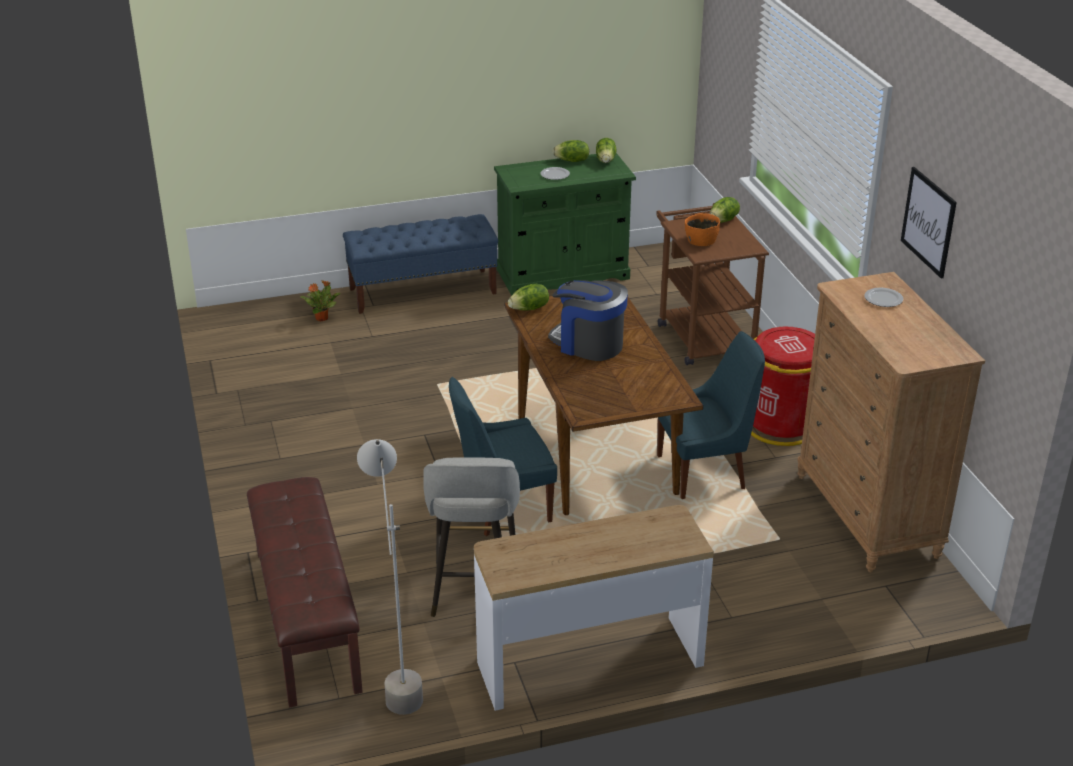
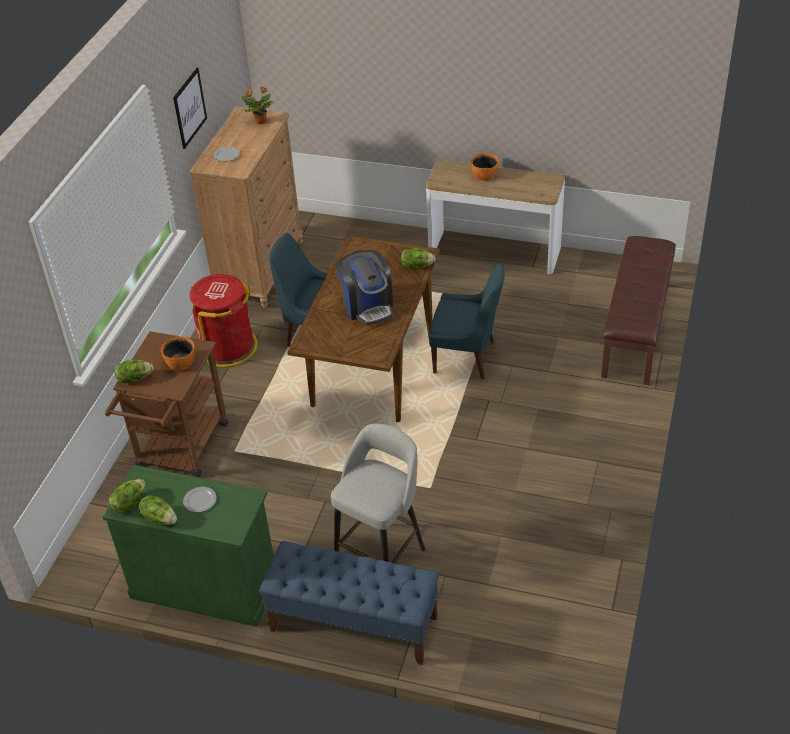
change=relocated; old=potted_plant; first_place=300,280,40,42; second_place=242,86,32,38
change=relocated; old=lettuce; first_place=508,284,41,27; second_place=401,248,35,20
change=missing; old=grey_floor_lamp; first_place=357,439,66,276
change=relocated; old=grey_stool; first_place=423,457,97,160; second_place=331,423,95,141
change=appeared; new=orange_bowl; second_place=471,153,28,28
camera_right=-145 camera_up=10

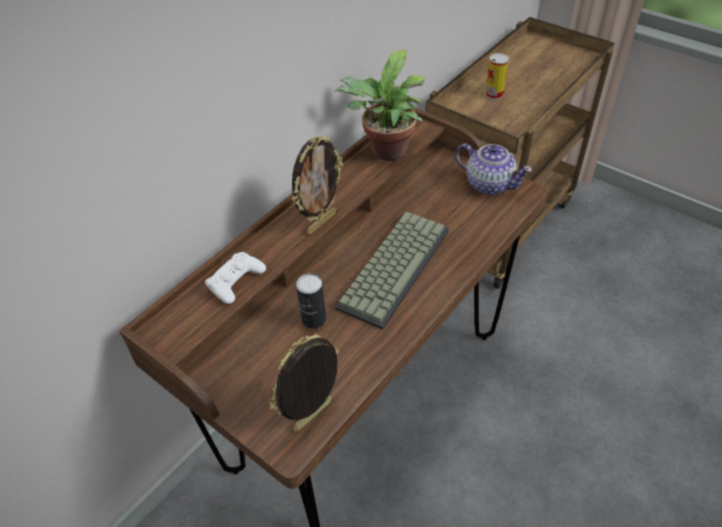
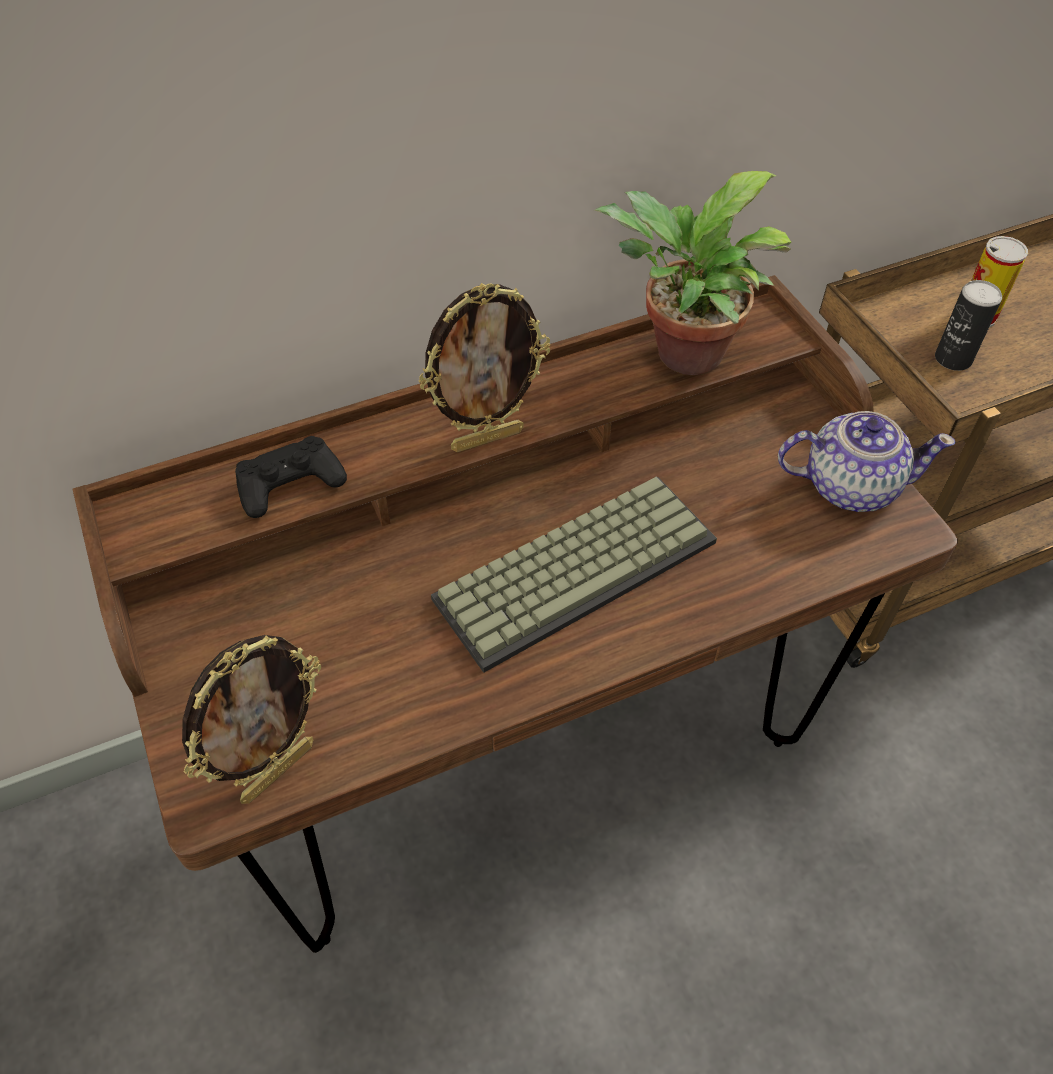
change=spun; old=teapot; first_place=455,143,78,52; second_place=778,411,178,101; degrees=-60
change=colour; old=white_game_controller; new=black_game_controller; first_place=205,252,61,52; second_place=235,436,112,82
change=relocated; old=can; first_place=296,274,30,55; second_place=935,280,67,91
change=spun; old=picture_frame; first_place=270,334,69,97; second_place=182,635,139,169; degrees=150
camera_right=25 camera_up=5

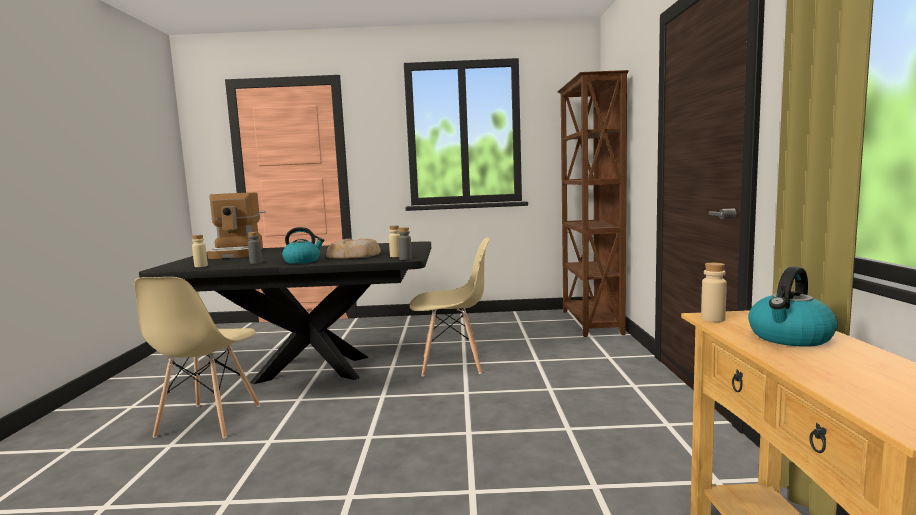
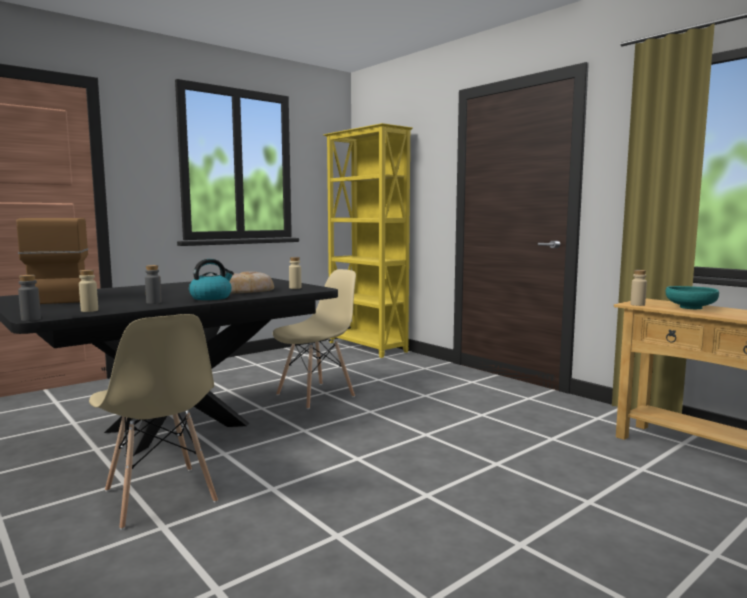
change=colour; old=brown_bookcase; new=yellow_bookcase; first_place=557,70,71,267; second_place=323,123,90,235
change=spun; old=coffee_machine; first_place=207,192,56,67; second_place=16,218,72,86; degrees=-150
change=relocated; old=grey_bottle; first_place=398,227,14,33; second_place=18,275,23,46
change=exchanged; old=kettle; new=turquoise_bowl; first_place=748,267,90,80; second_place=666,286,53,23
camera_right=-40 camera_up=0

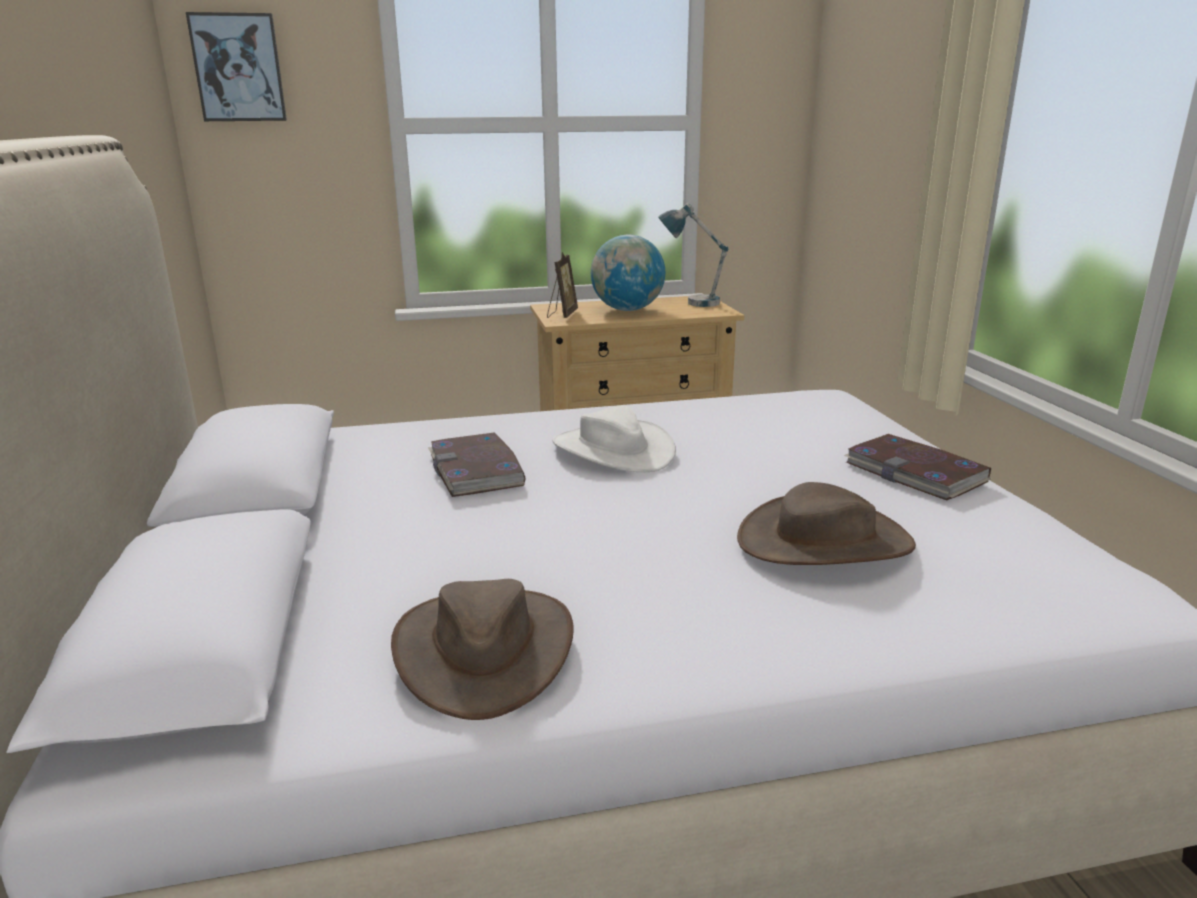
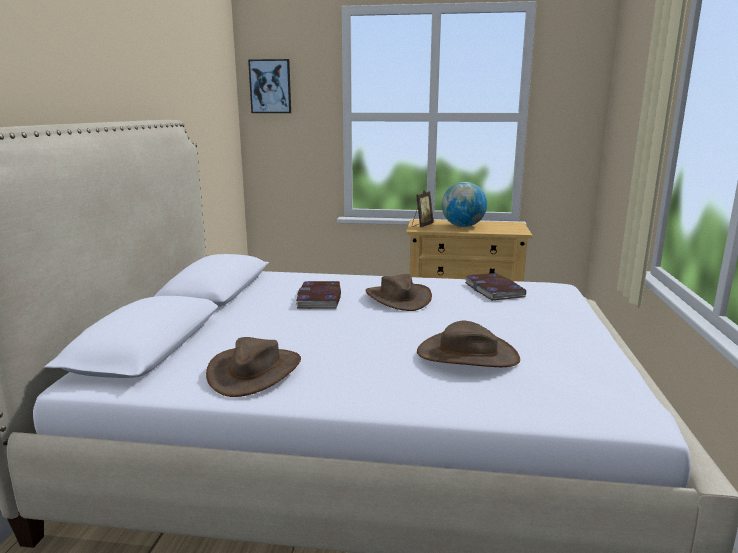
change=missing; old=table_lamp; first_place=658,203,70,104
change=colour; old=white_hat; new=brown_hat; first_place=552,405,124,67; second_place=365,274,67,37
change=relocated; old=book; first_place=844,434,147,67; second_place=464,273,62,27
camera_right=20 camera_up=-5

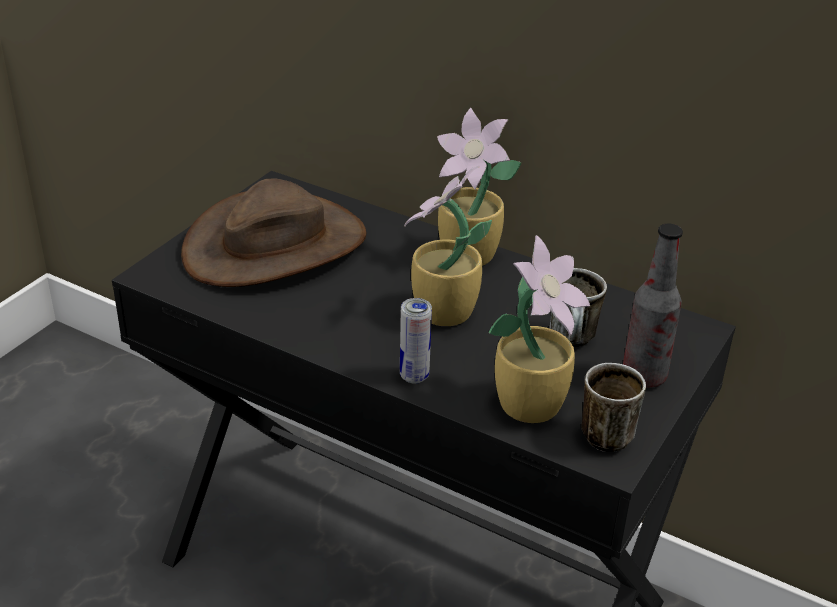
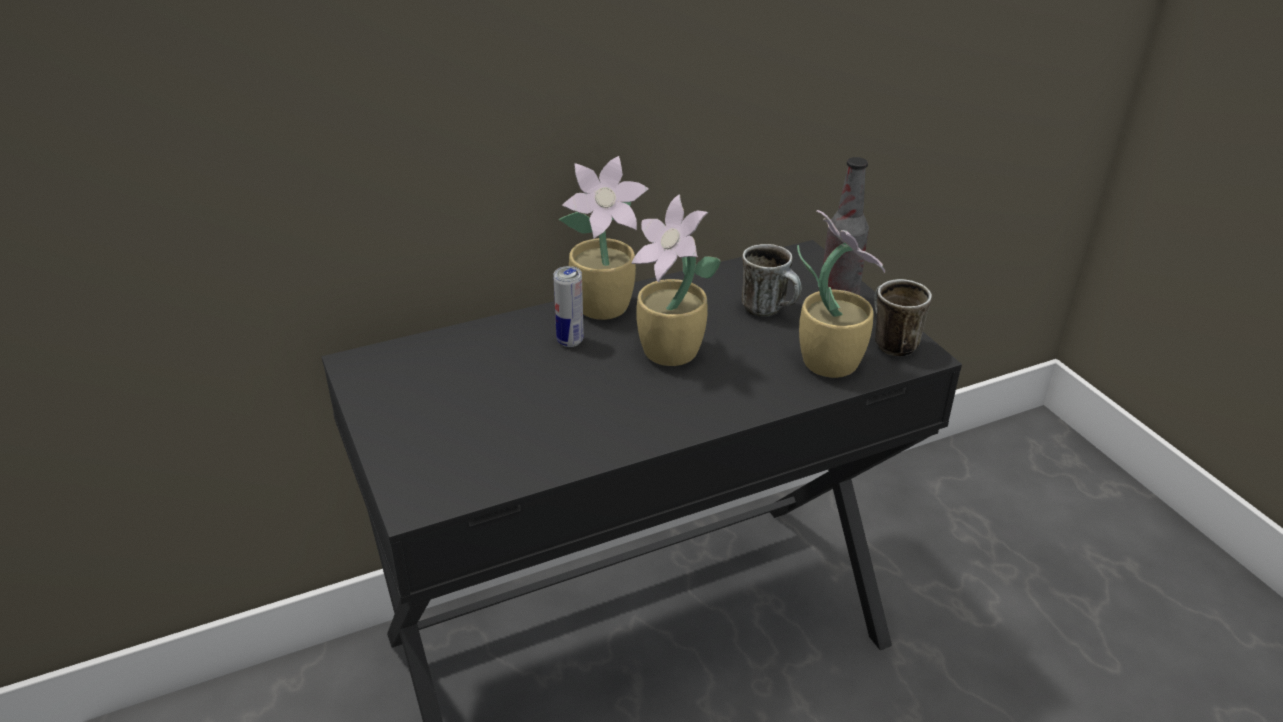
change=missing; old=brown_hat; first_place=181,179,185,108
change=relocated; old=can; first_place=400,298,32,86; second_place=554,266,30,81
camera_right=-55 camera_up=0

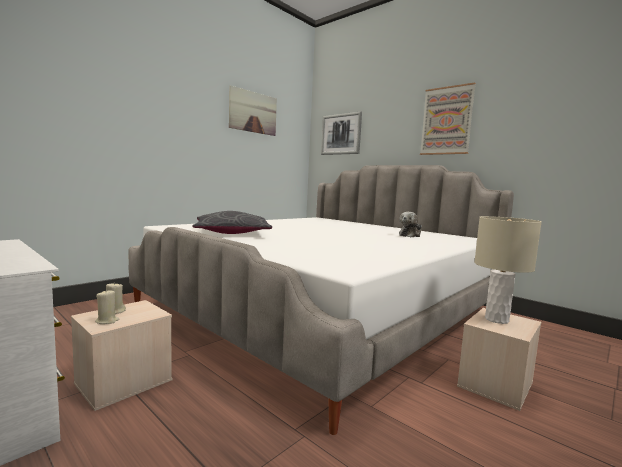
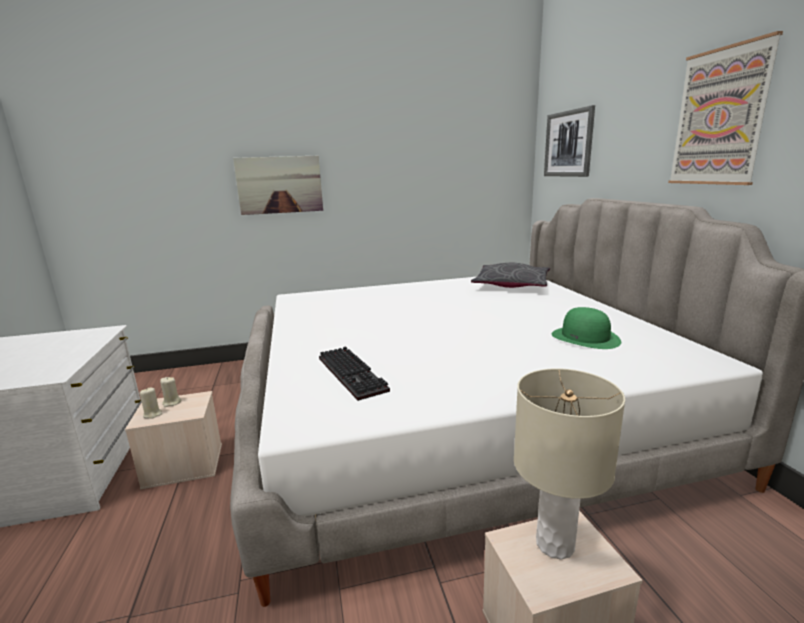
change=relocated; old=picture; first_place=229,85,48,51; second_place=233,156,90,59
change=relocated; old=grey_pillow; first_place=192,211,80,23; second_place=471,263,79,25
change=exchanged; old=plush_toy; new=green_hat; first_place=399,212,23,25; second_place=552,307,69,42
change=appeared; new=keyboard; second_place=319,346,71,55
camera_right=35 camera_up=10

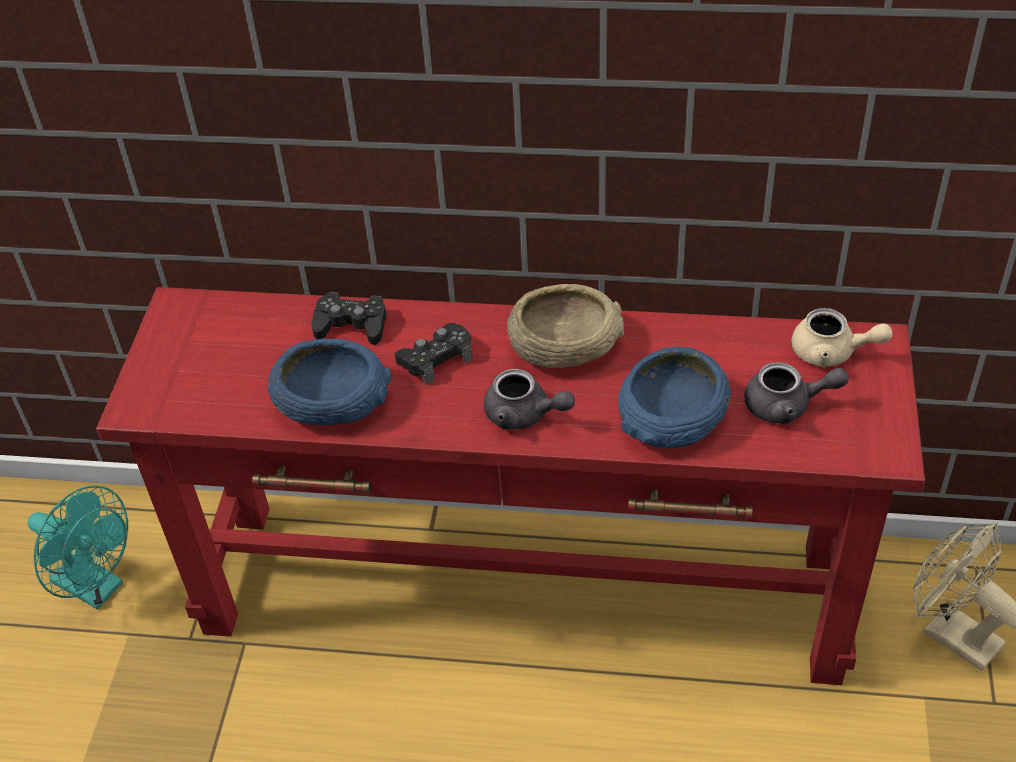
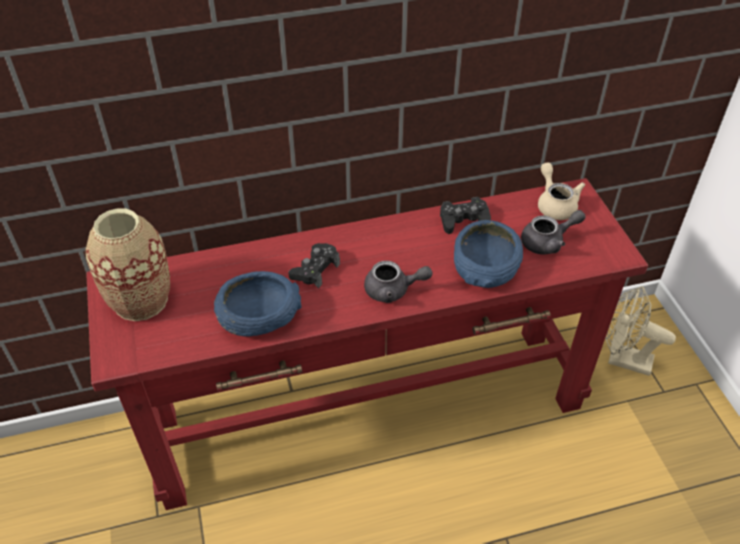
change=missing; old=beige_bowl; first_place=507,284,117,84
change=relocated; old=black_game_controller; first_place=311,292,76,53; second_place=440,197,51,37
change=spun; old=beige_teapot; first_place=792,308,101,59; second_place=538,162,47,58; degrees=-105
change=missing; old=turquoise_fan; first_place=27,485,101,125
change=appeared; new=vase; second_place=85,208,85,113
camera_right=-25 camera_up=0

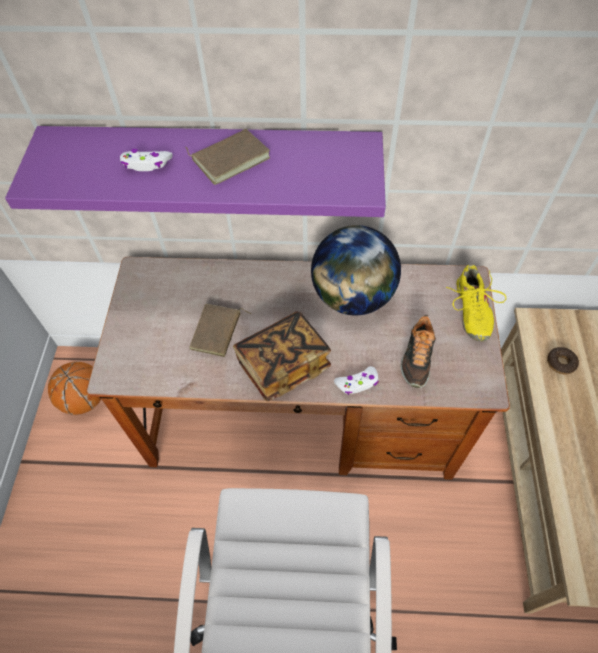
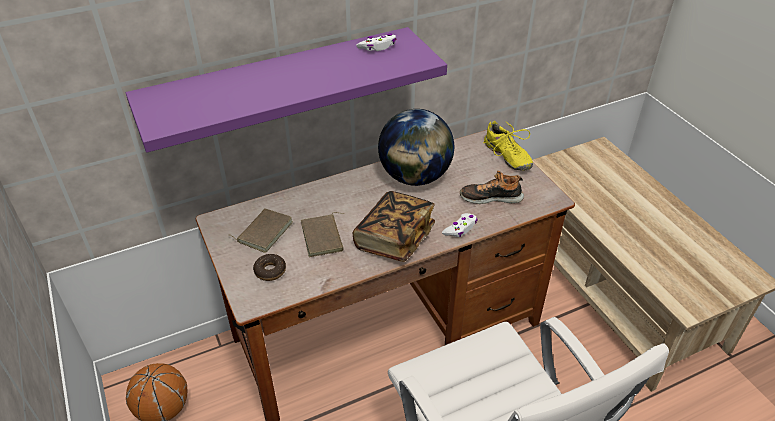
change=relocated; old=brown_book; first_place=185,129,85,56; second_place=230,208,63,45
change=relocated; old=white_game_controller; first_place=120,149,53,22; second_place=356,34,40,17
change=spun; old=shoe; first_place=400,315,36,73; second_place=460,171,64,33; degrees=105
change=relocated; old=donut; first_place=547,347,32,28; second_place=253,254,33,27
camera_right=-30 camera_up=-15

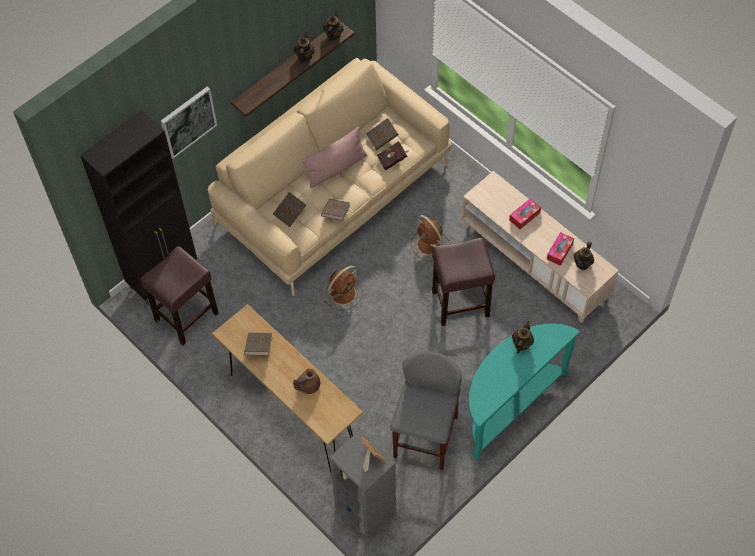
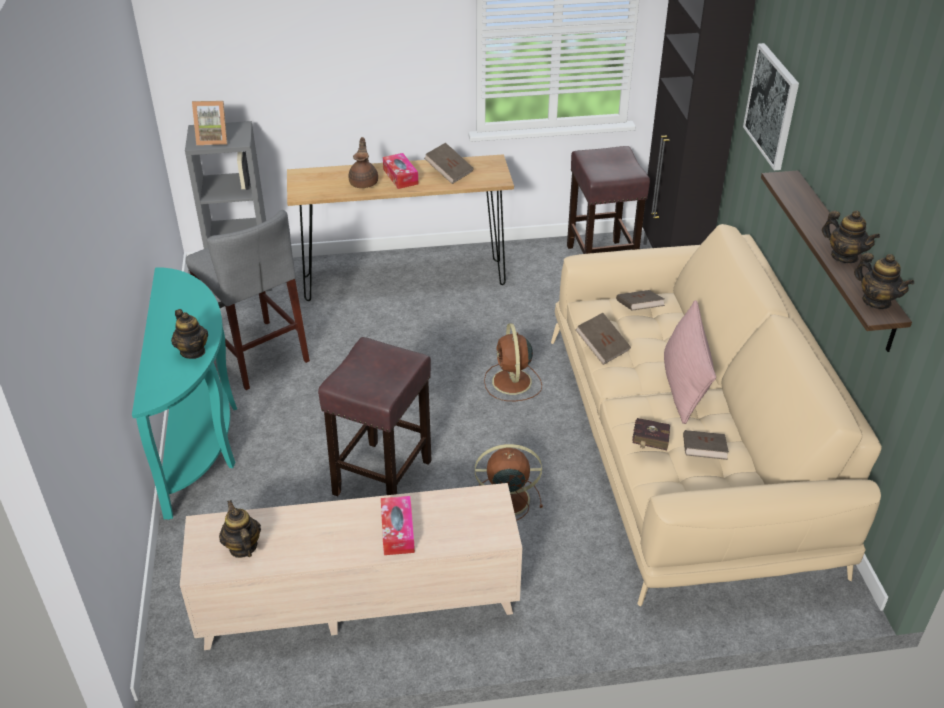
change=relocated; old=tissue_box; first_place=547,232,27,34; second_place=383,153,35,36
camera_right=125 camera_up=-20

